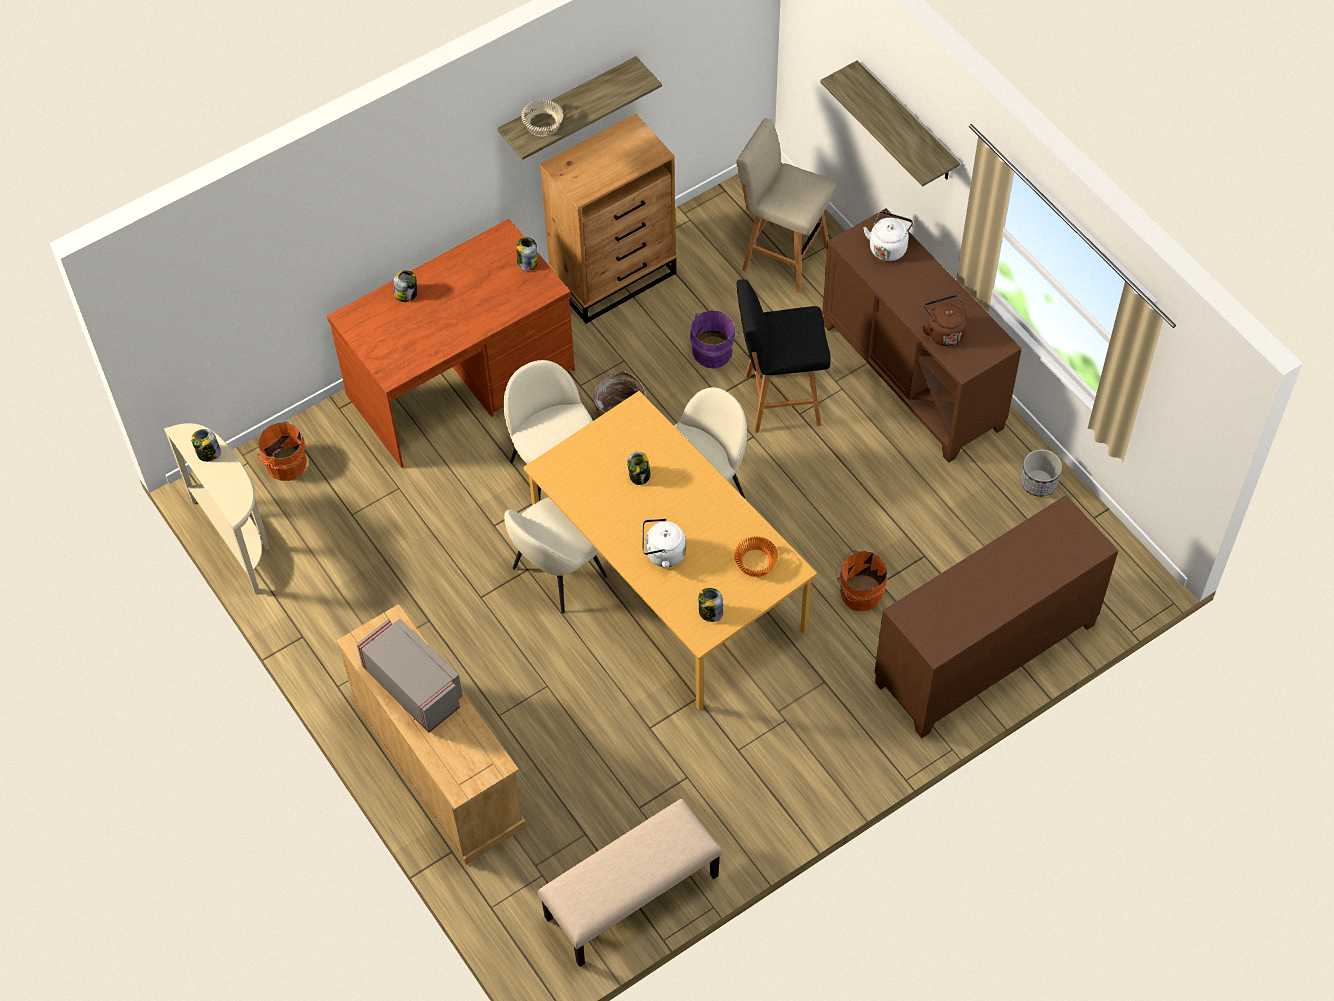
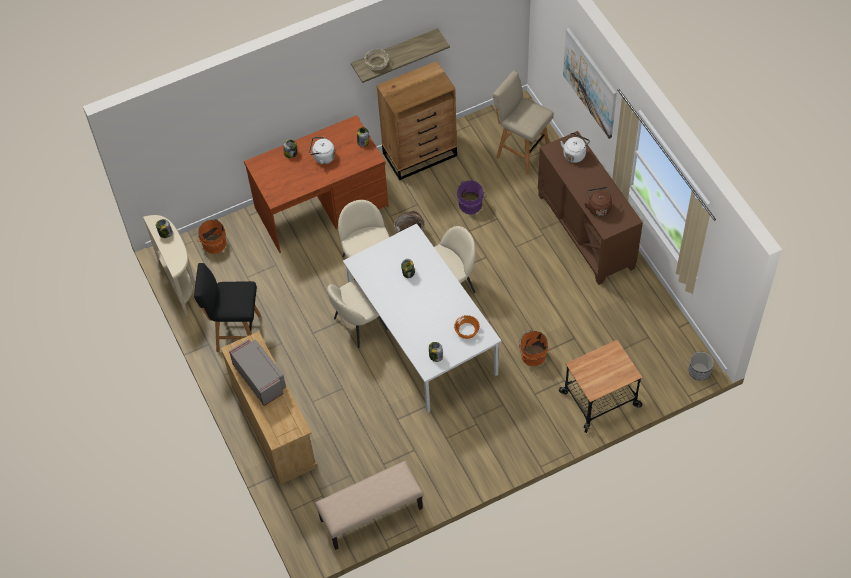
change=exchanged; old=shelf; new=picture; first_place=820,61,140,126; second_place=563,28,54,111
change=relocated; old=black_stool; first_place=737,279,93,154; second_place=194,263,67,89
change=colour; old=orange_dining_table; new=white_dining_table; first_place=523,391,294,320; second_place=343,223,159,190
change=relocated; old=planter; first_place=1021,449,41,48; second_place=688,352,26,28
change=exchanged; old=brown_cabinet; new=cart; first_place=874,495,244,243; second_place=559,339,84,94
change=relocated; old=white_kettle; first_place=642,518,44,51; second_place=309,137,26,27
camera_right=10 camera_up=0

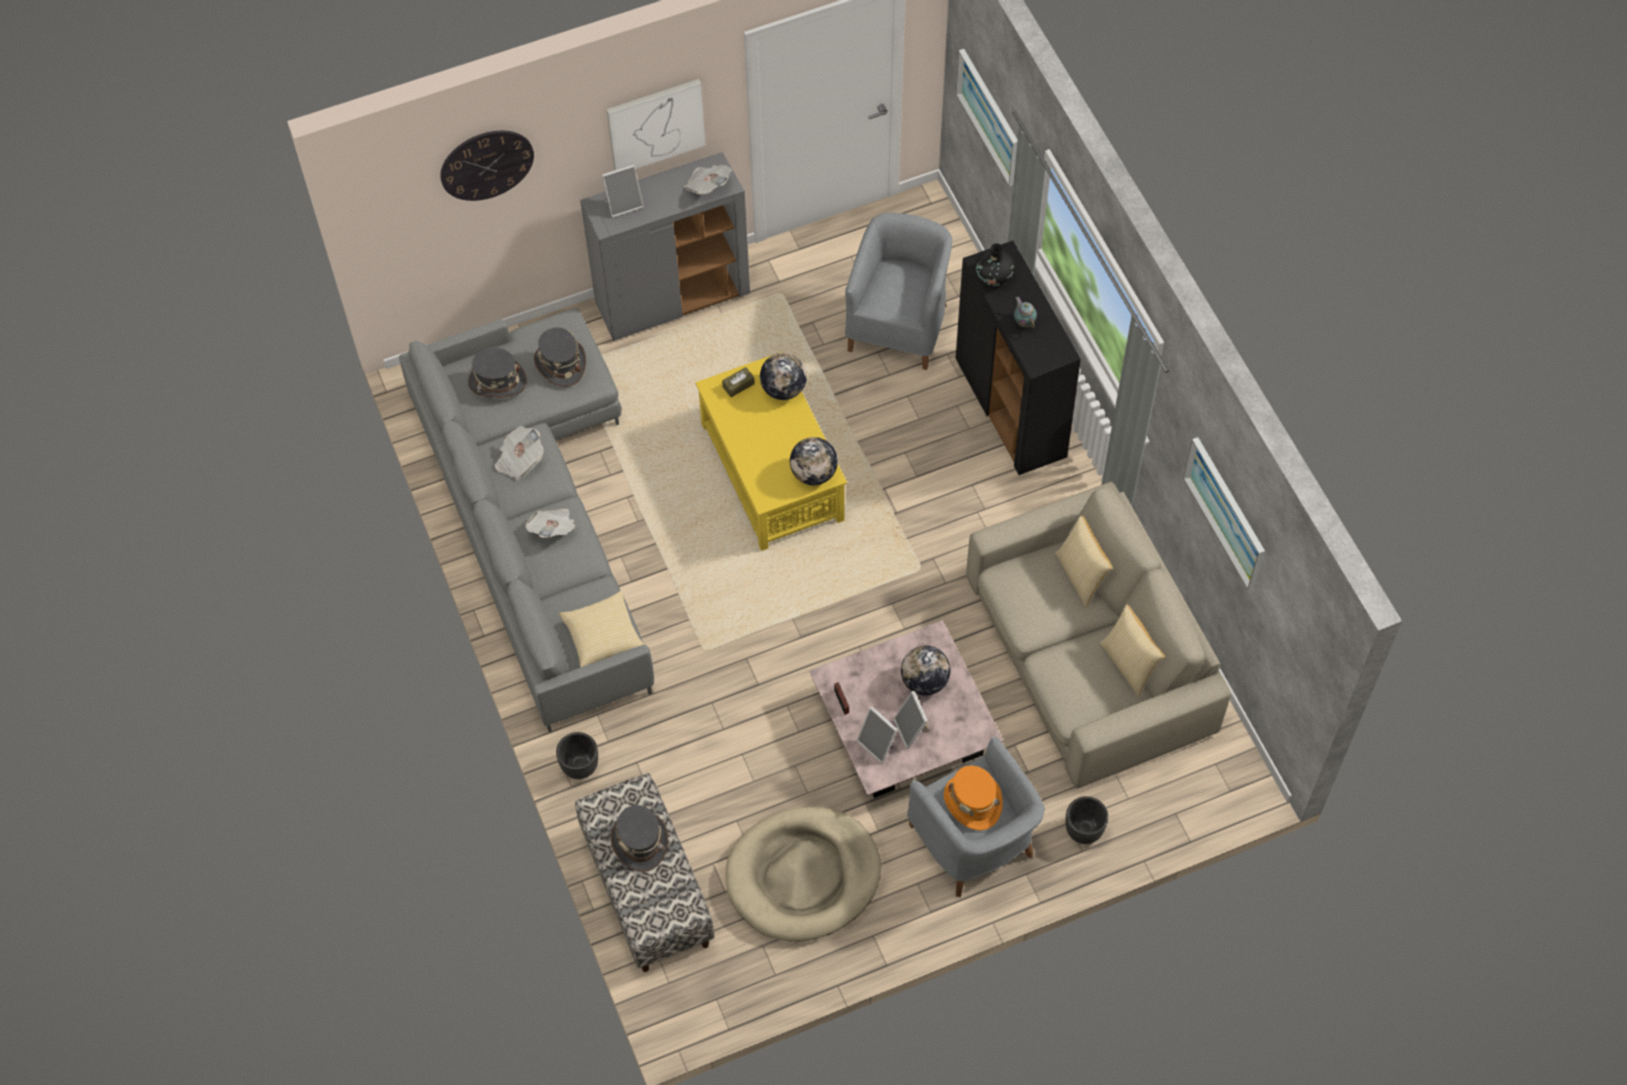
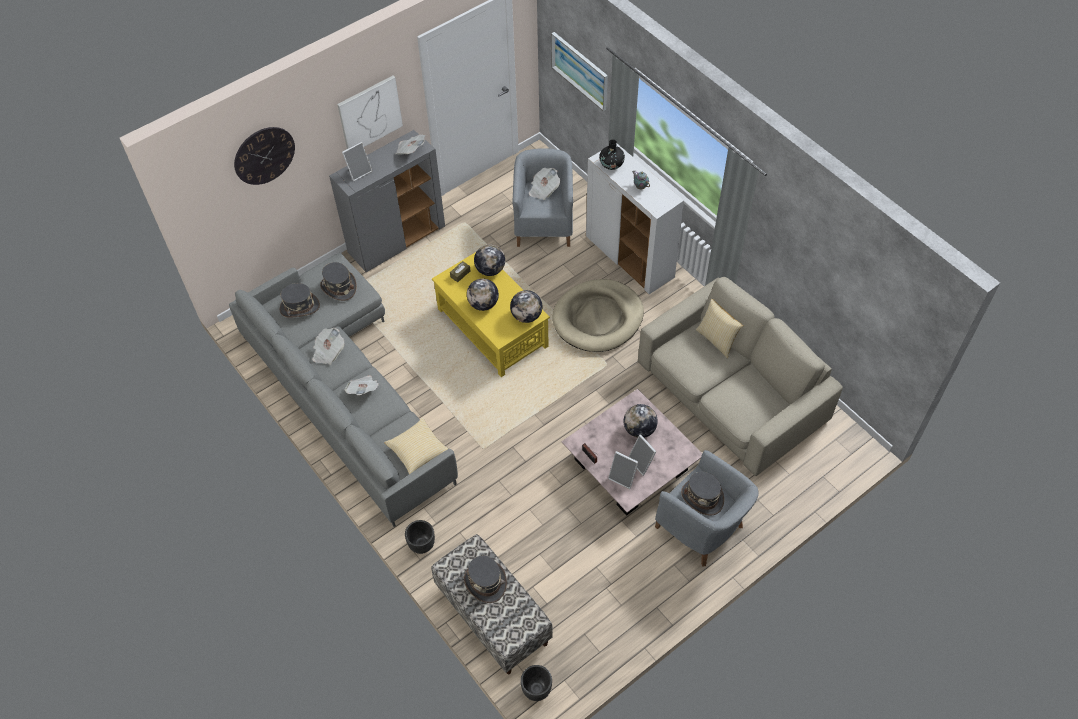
change=colour; old=black_cabinet; new=white_cabinet; first_place=956,241,125,234; second_place=586,144,98,150
change=missing; old=picture; first_place=1183,437,82,153
change=missing; old=pillow; first_place=1100,605,65,92
change=colour; old=orange_hat; new=grey_hat; first_place=944,765,59,65; second_place=681,472,43,44
change=relocated; old=black_planter; first_place=1065,796,43,48; second_place=520,665,32,36
change=relocated; old=beige_dog_bed; first_place=725,807,156,135; second_place=552,279,92,73
change=appeared; new=newspaper; second_place=529,168,31,32
change=appeared; new=globe; second_place=467,278,32,33
camera_right=-15 camera_up=-5

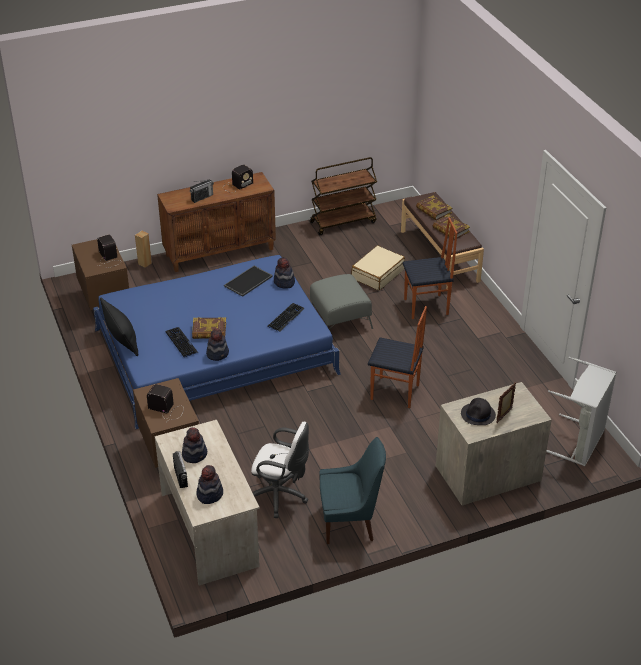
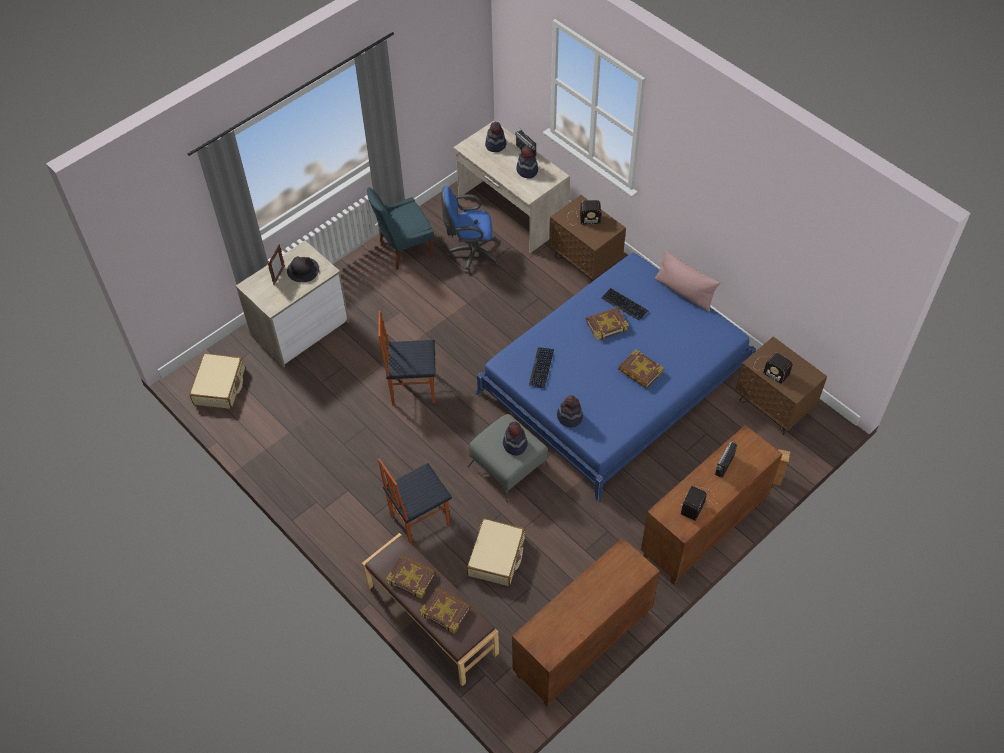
change=exchanged; old=brown_cart; new=brown_cabinet; first_place=310,157,67,78; second_place=512,538,148,169
change=missing; old=tray; first_place=224,266,49,31
change=colour; old=black_pillow; new=pink_pillow; first_place=100,298,38,58; second_place=655,250,65,62
change=relocated; old=hat; first_place=206,328,23,33; second_place=503,422,25,34
change=exchanged; old=grey_laundry_basket; new=beige_suitcase; first_place=546,357,71,109; second_place=190,353,55,56
change=colour; old=white_office_chair; new=blue_office_chair; first_place=251,422,58,96; second_place=441,186,59,88
change=appeared; new=book; second_place=618,349,46,39
camera_right=160 camera_up=15

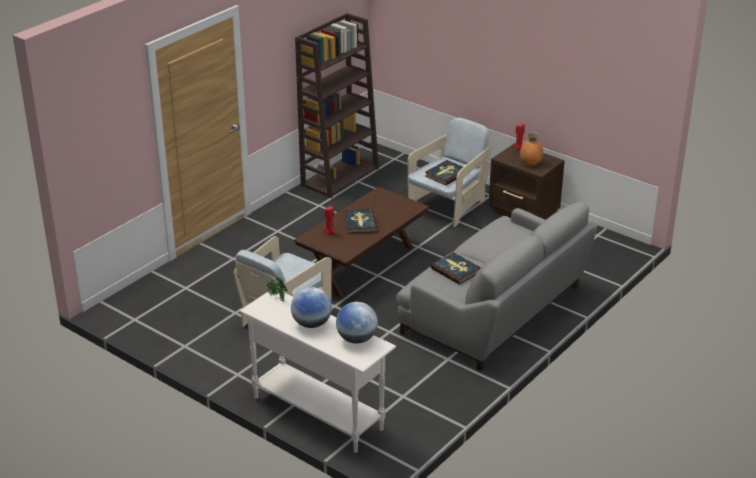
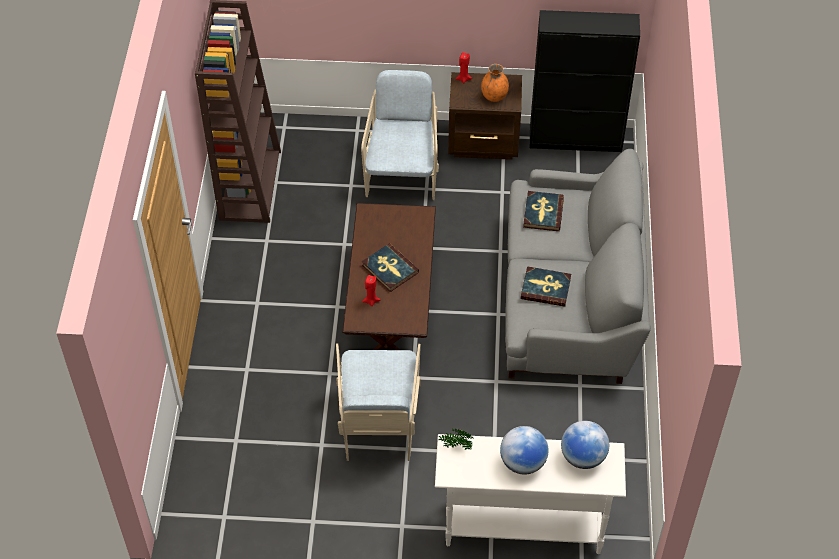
change=relocated; old=book; first_place=425,160,38,25; second_place=523,191,41,40
change=appeared; new=black_cabinet; second_place=530,10,110,142
camera_right=-35 camera_up=20

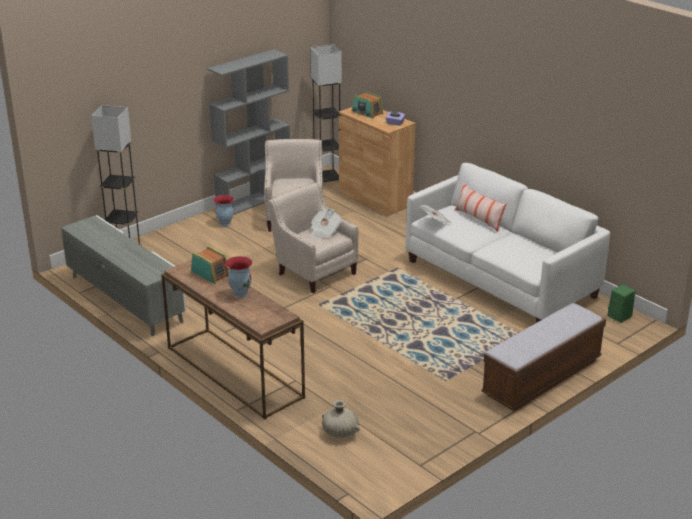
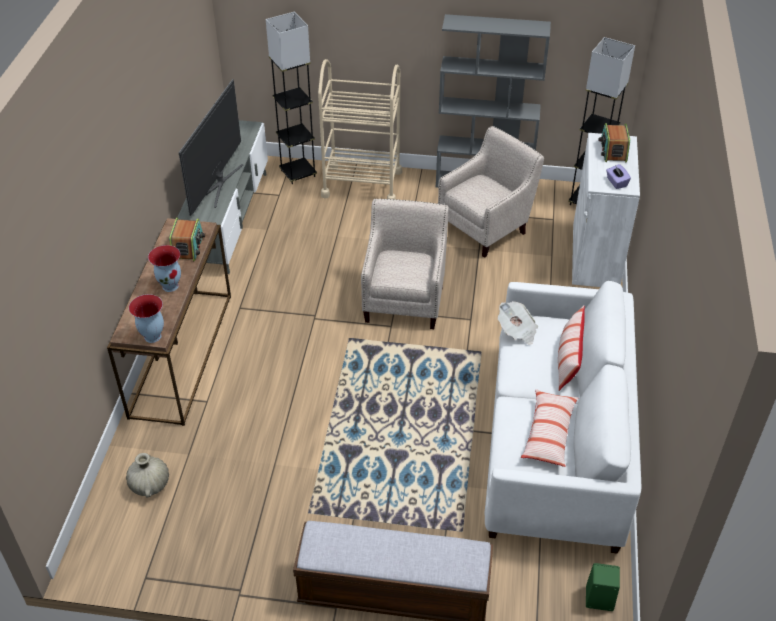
change=colour; old=brown_cabinet; new=white_cabinet; first_place=339,107,77,109; second_place=572,133,68,154
change=relocated; old=vase; first_place=213,195,21,32; second_place=129,294,35,49
change=missing; old=newspaper; first_place=311,209,30,29
change=appeared; new=beige_cart; second_place=318,59,84,140
change=appeared; new=television; second_place=179,79,64,137
change=appeared; new=pillow; second_place=521,389,57,78
camera_right=50 camera_up=15

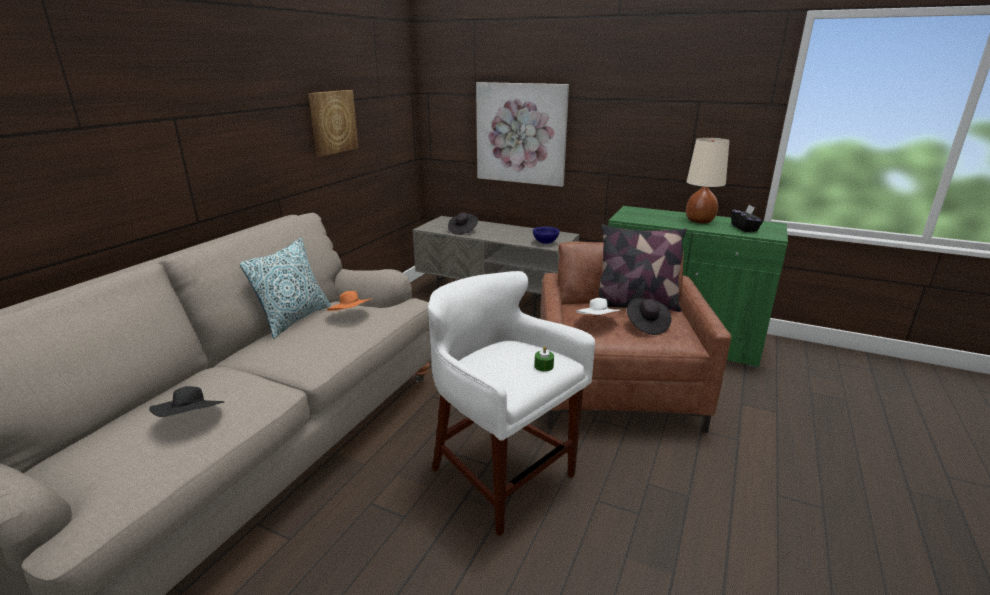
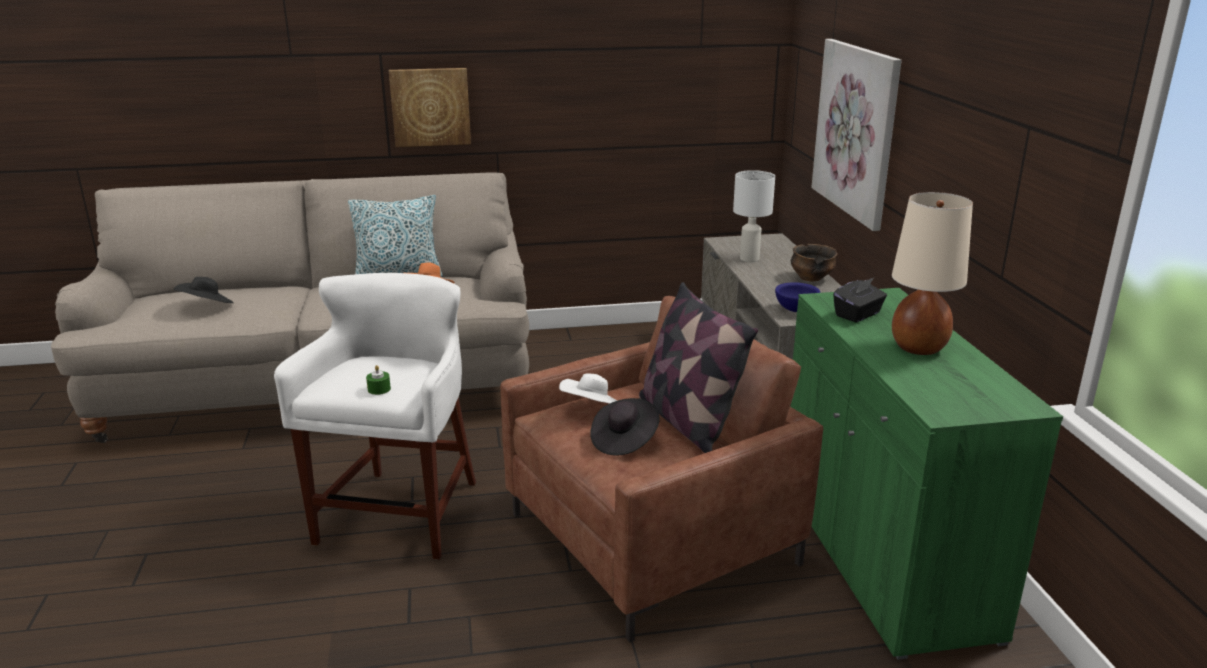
change=relocated; old=picture; first_place=308,90,51,67; second_place=389,68,82,79
change=relocated; old=black_tissue_box; first_place=731,205,32,27; second_place=833,278,54,44
change=exchanged; old=black_hat; new=white_table_lamp; first_place=448,212,30,23; second_place=733,170,42,92
change=appeared; new=bowl; second_place=791,244,46,37
camera_right=55 camera_up=0

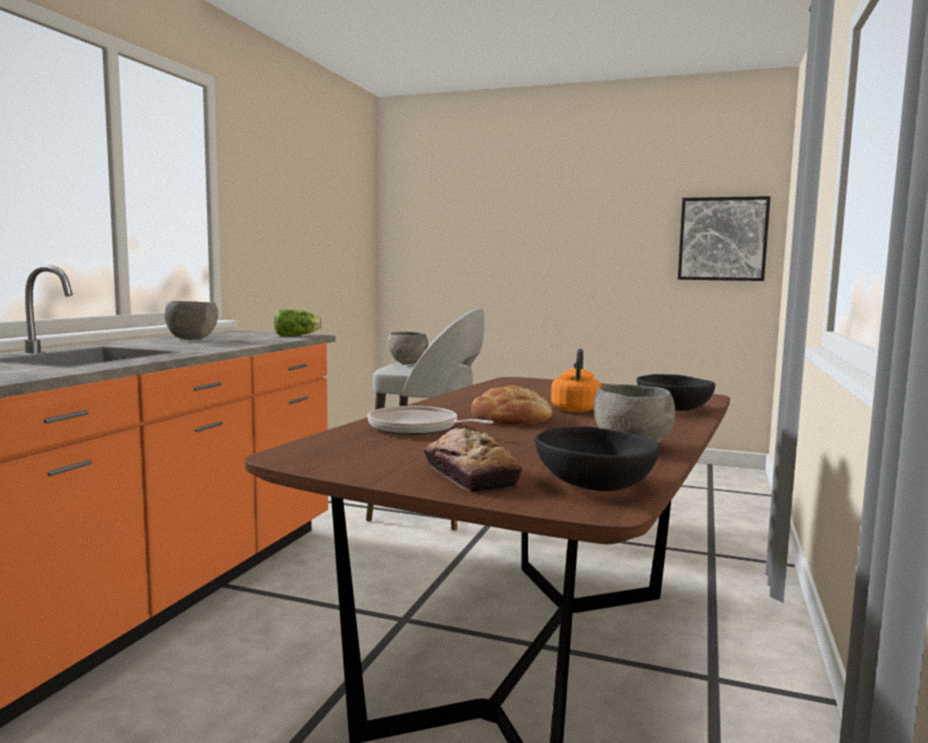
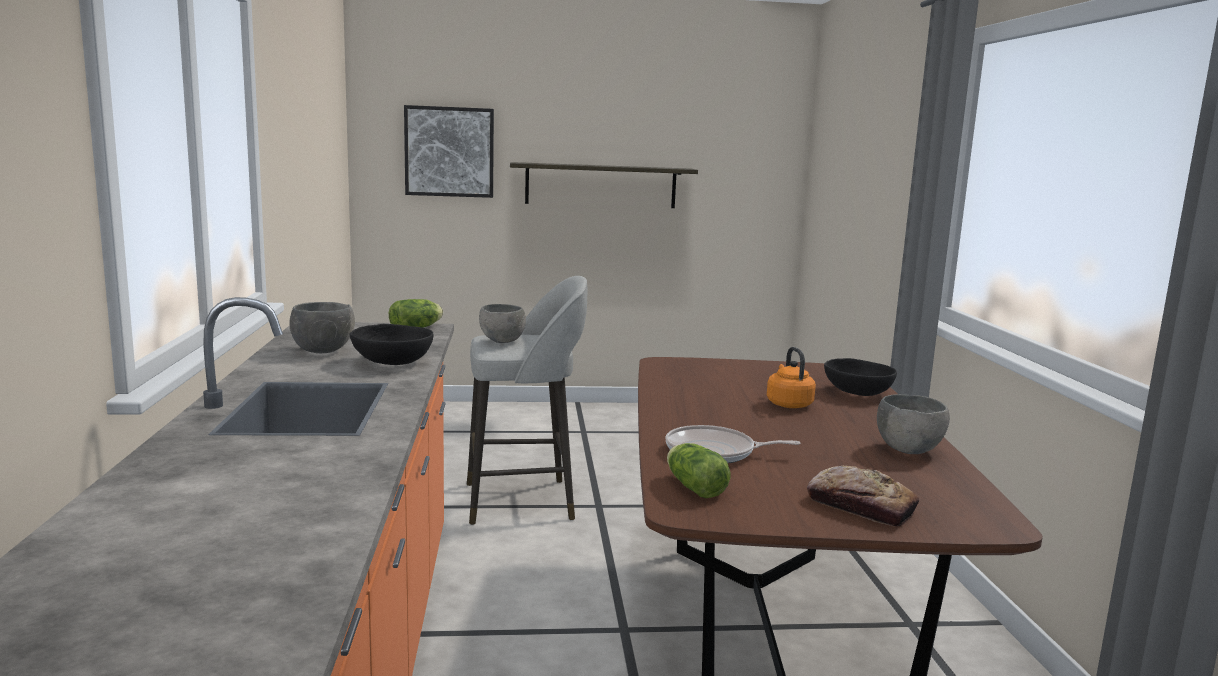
change=relocated; old=picture; first_place=678,196,93,85; second_place=404,105,90,93
change=missing; old=bread; first_place=471,385,81,40
change=relocated; old=black_bowl; first_place=535,426,125,65; second_place=350,324,83,41
change=appeared; new=shelf; second_place=510,162,188,46
change=appeared; new=lettuce; second_place=667,443,63,55
camera_right=-25 camera_up=5

